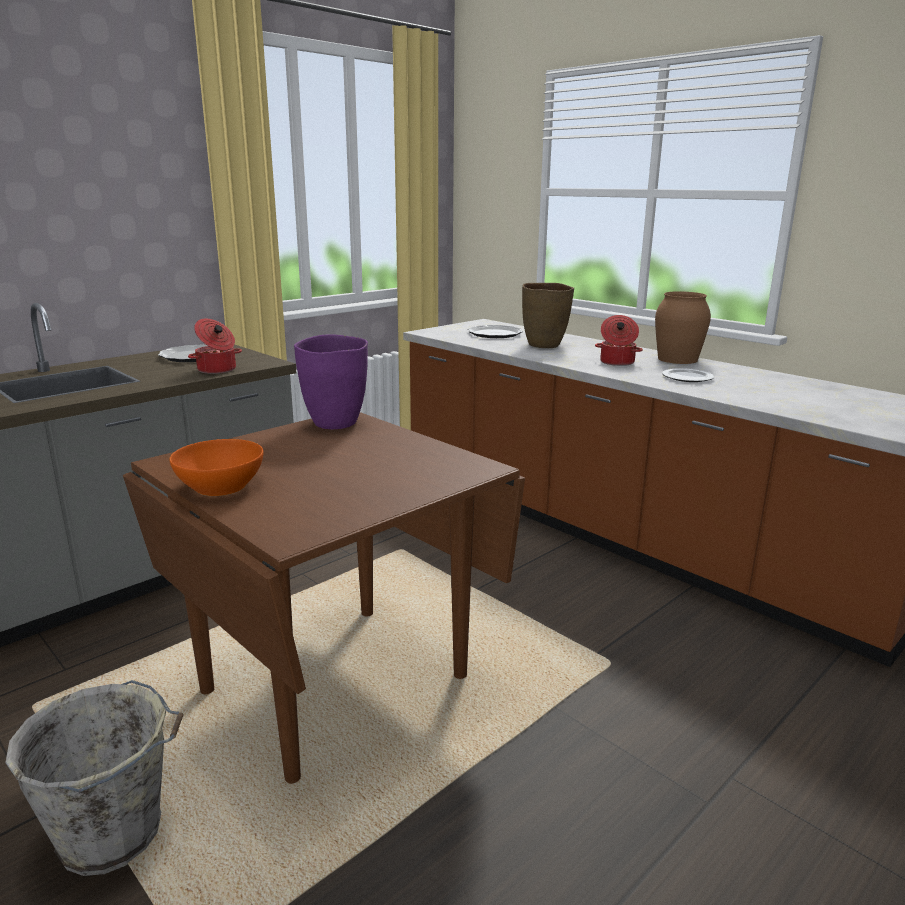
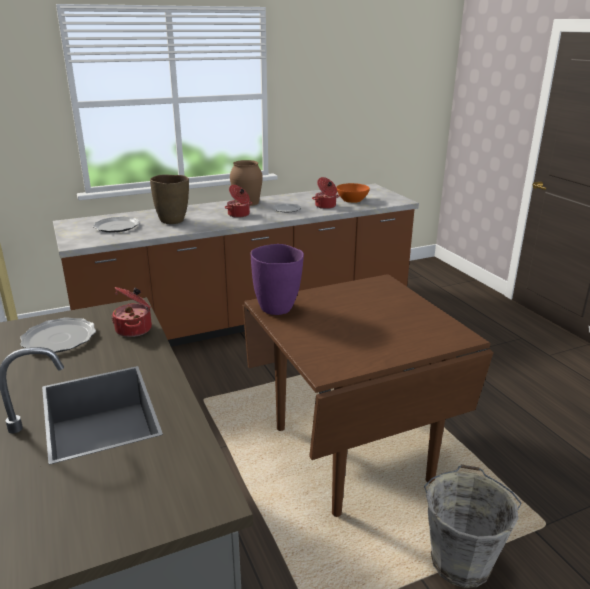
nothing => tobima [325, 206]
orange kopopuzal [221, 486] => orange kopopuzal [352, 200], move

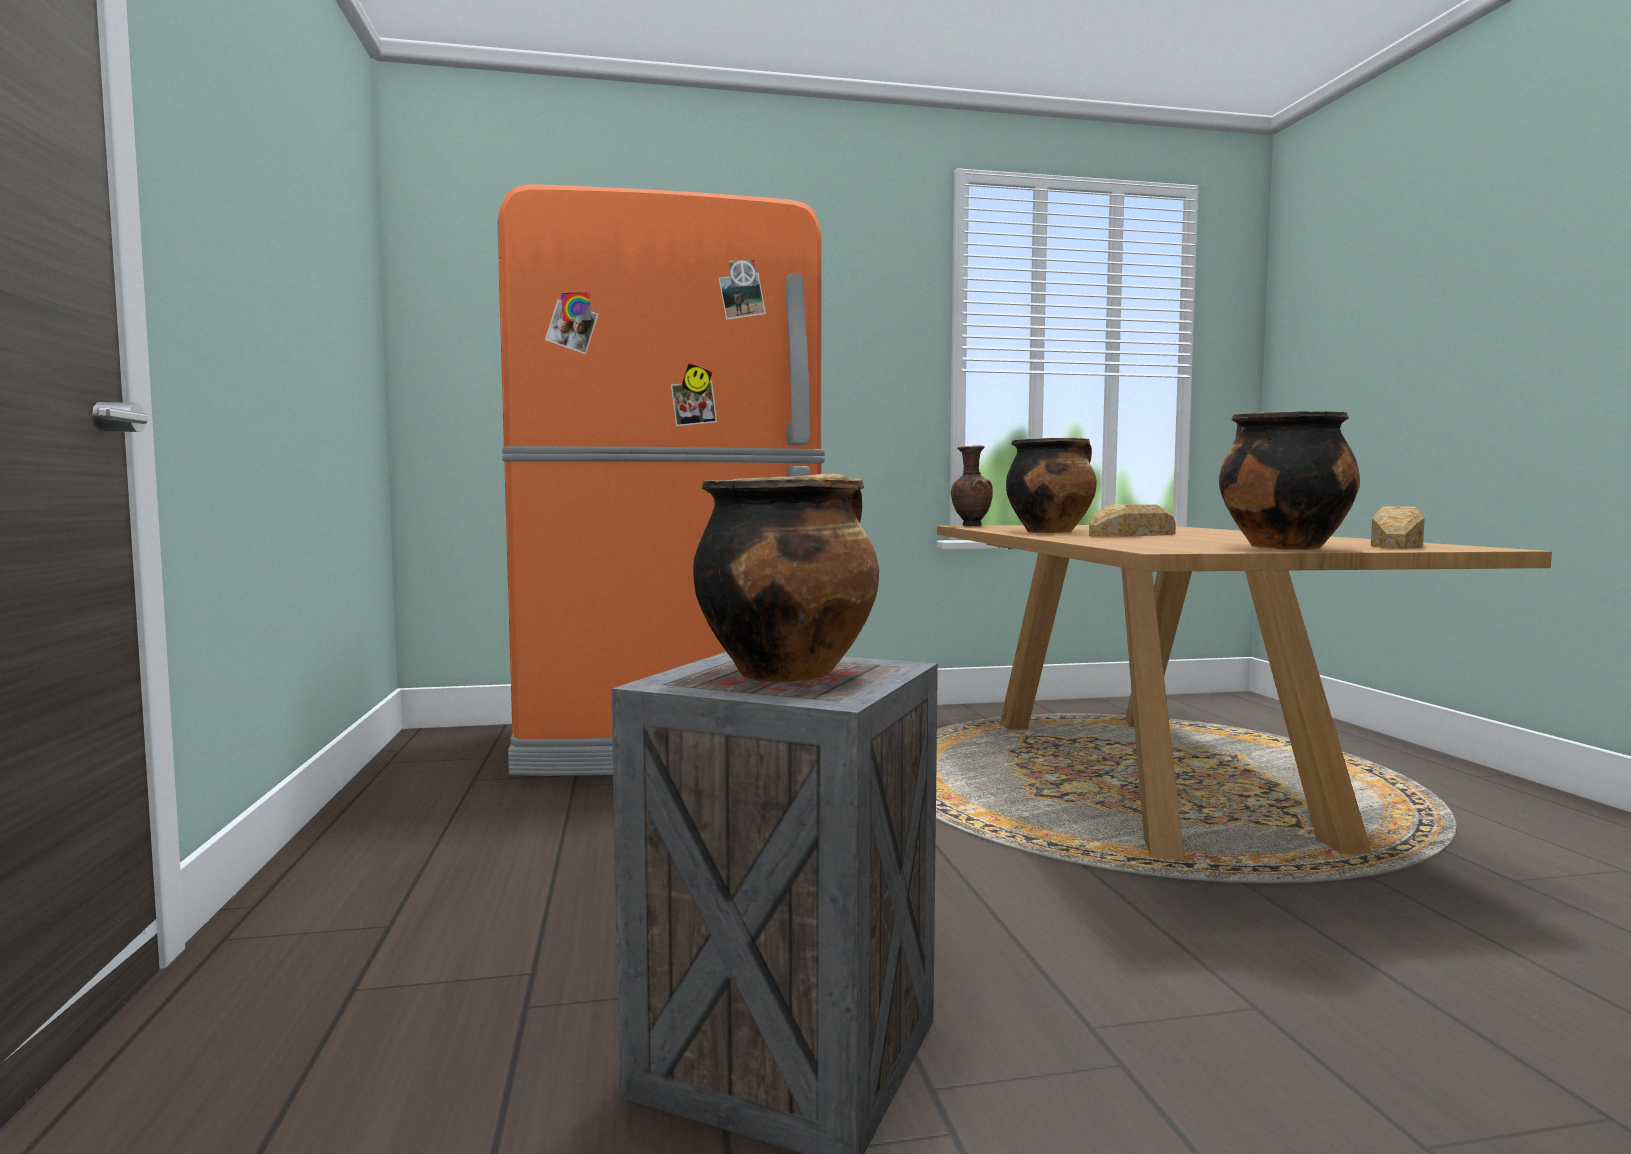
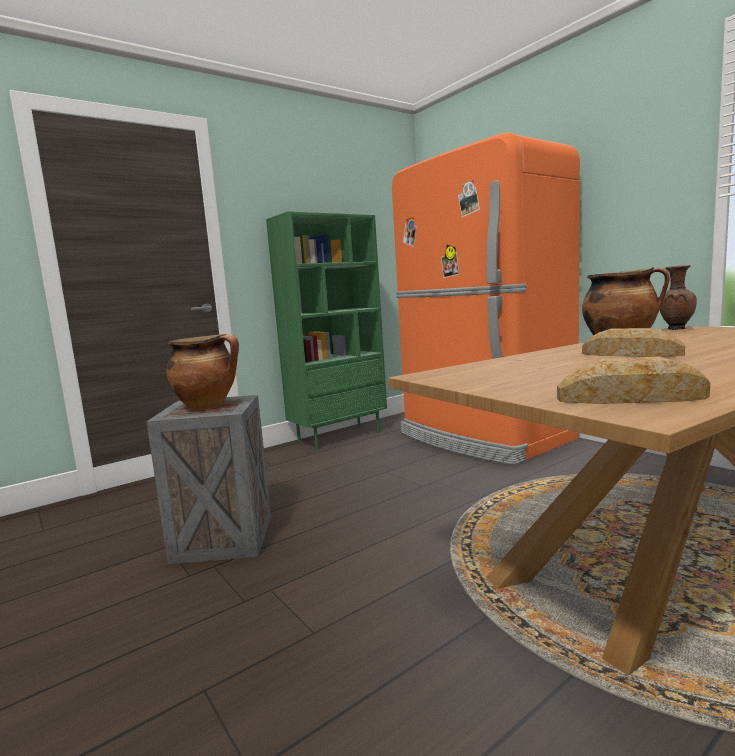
nothing => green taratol [339, 436]
tobima [1280, 548] => nothing

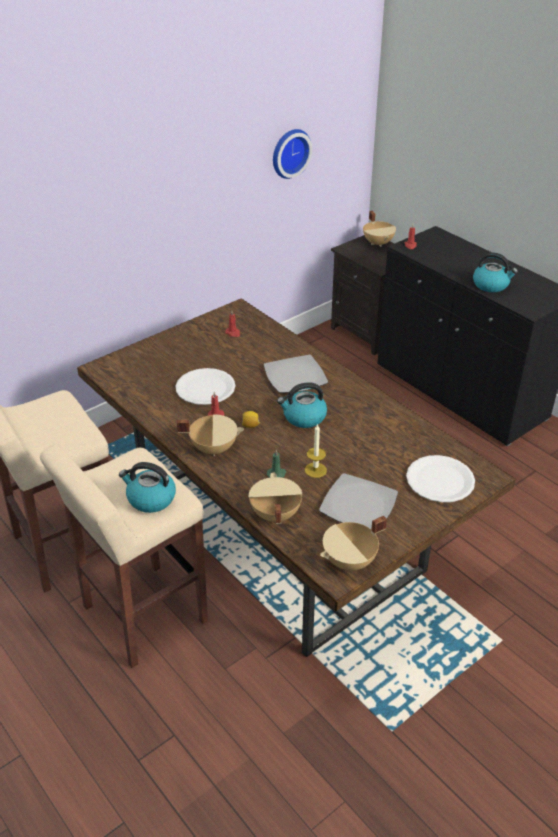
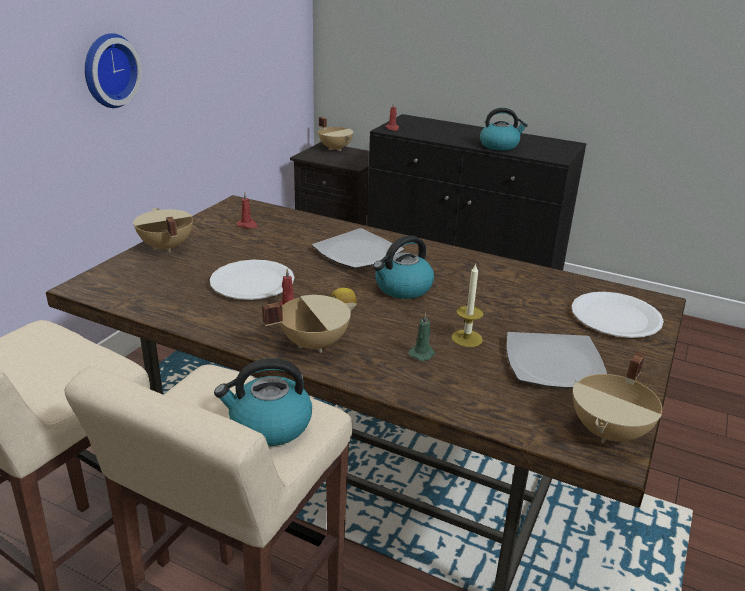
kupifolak [289, 152] => kupifolak [108, 70], move
beige tobima [274, 514] => beige tobima [165, 247], move

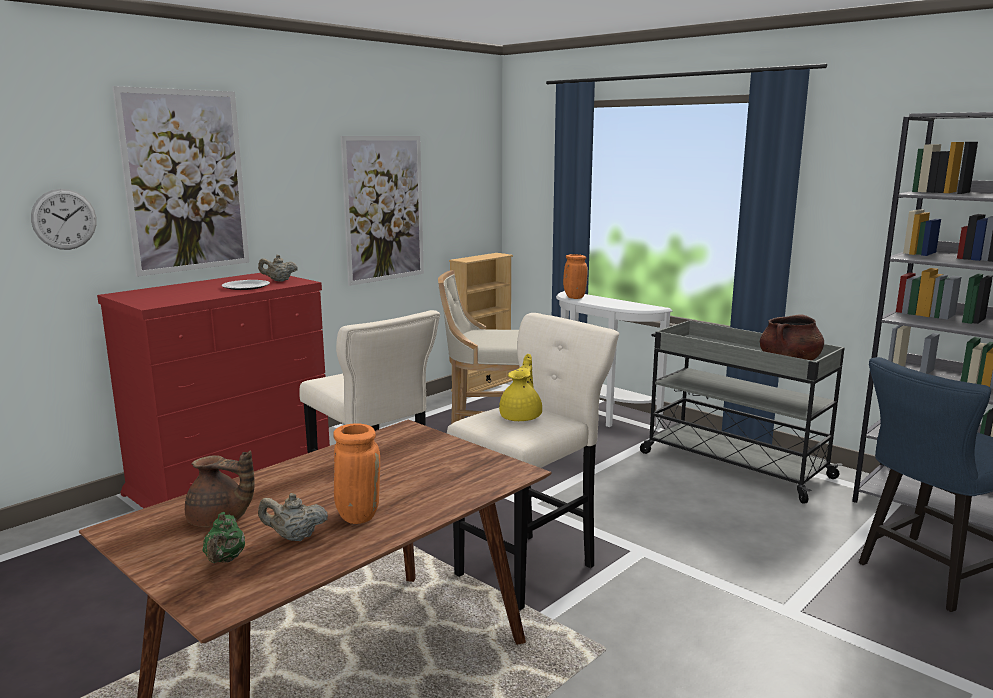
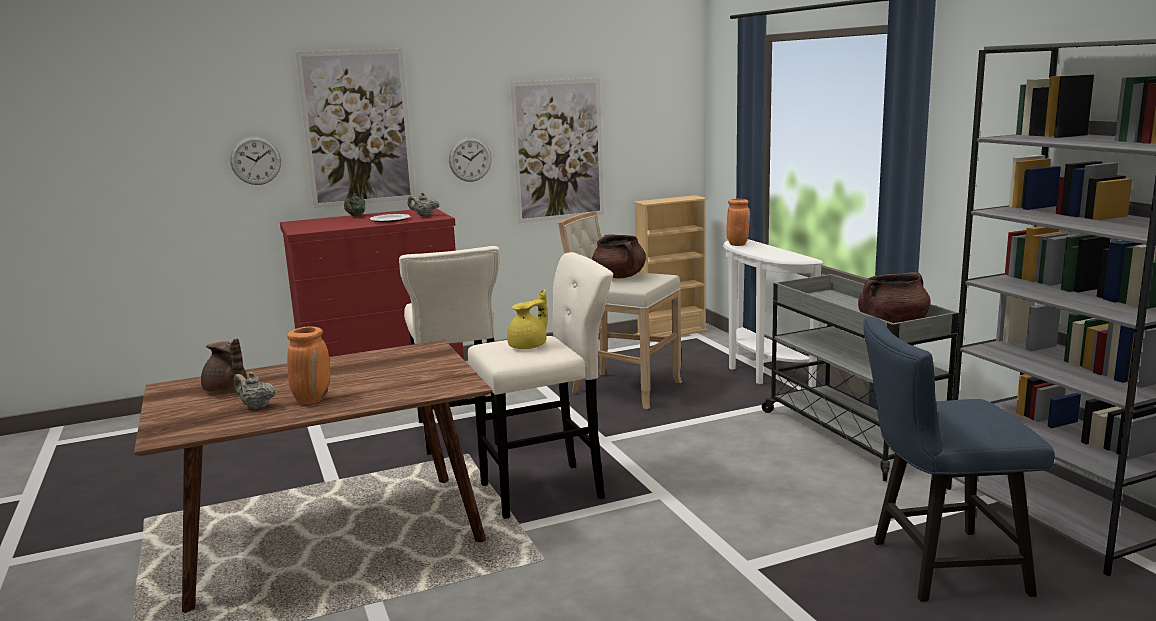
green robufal [225, 560] => green robufal [356, 216], move
nothing => kupifolak [470, 159]
nothing => brown tobima [619, 277]

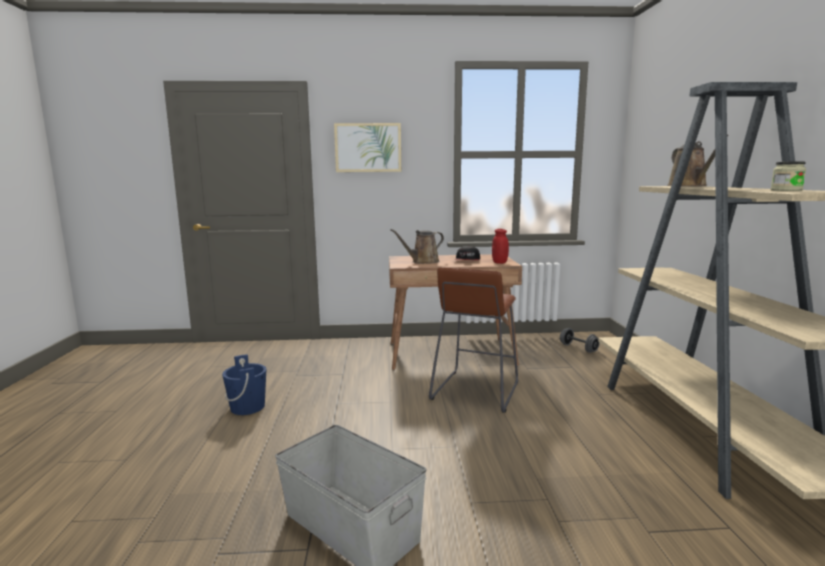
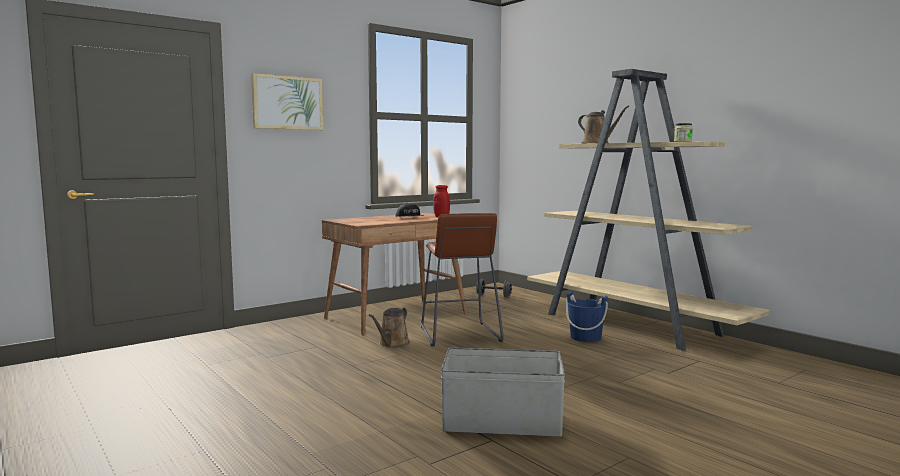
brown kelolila [423, 262] => brown kelolila [392, 344], move
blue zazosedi [247, 407] => blue zazosedi [585, 337], move

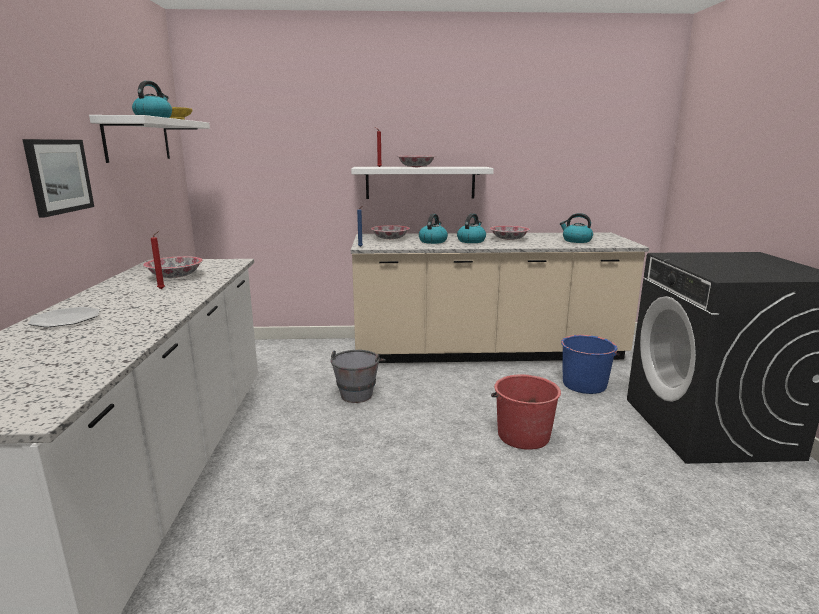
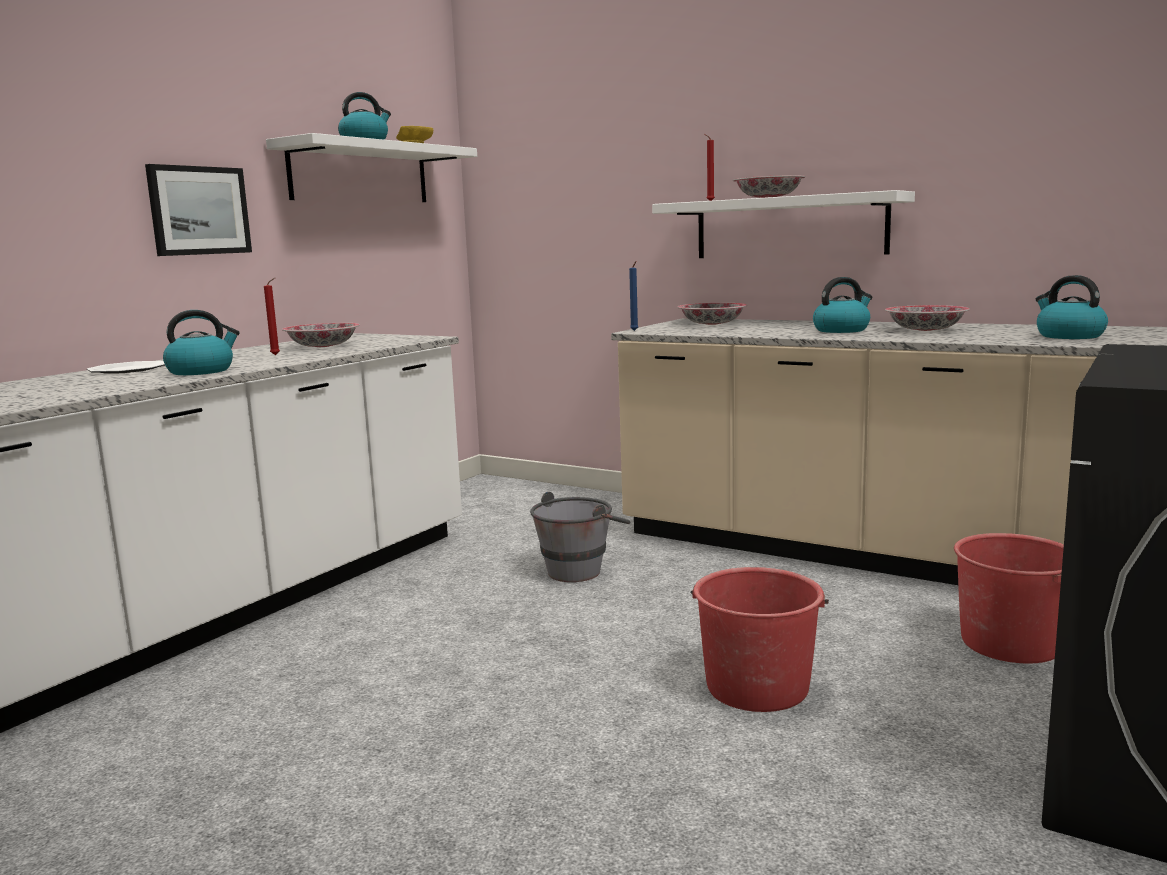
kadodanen [433, 241] => kadodanen [201, 371], move
blue zazosedi [584, 384] => red zazosedi [1012, 643]

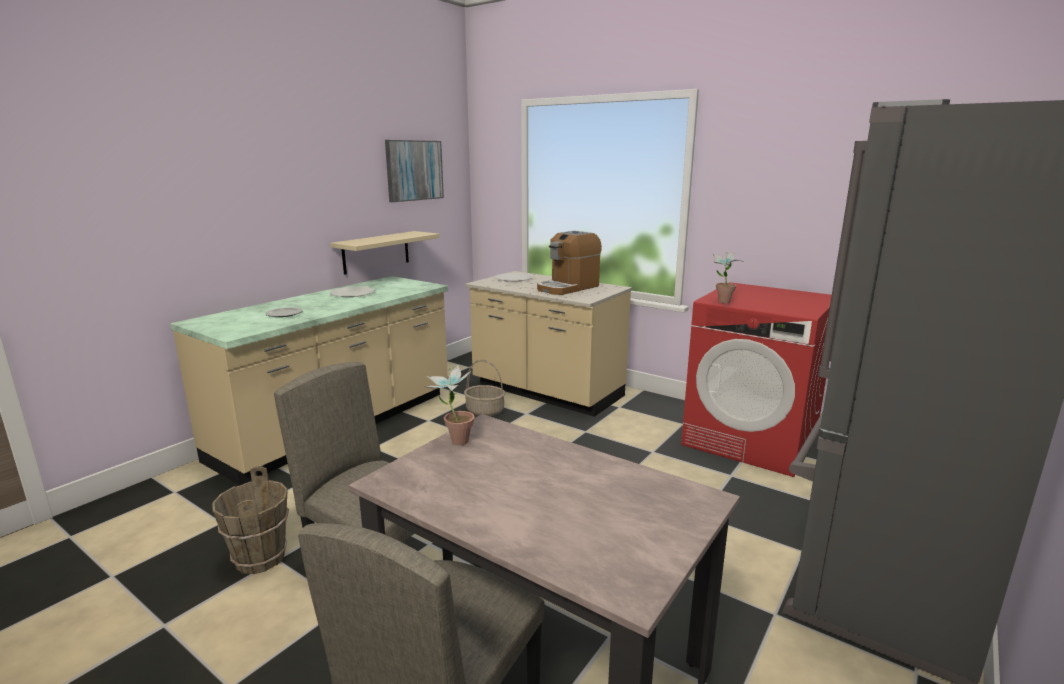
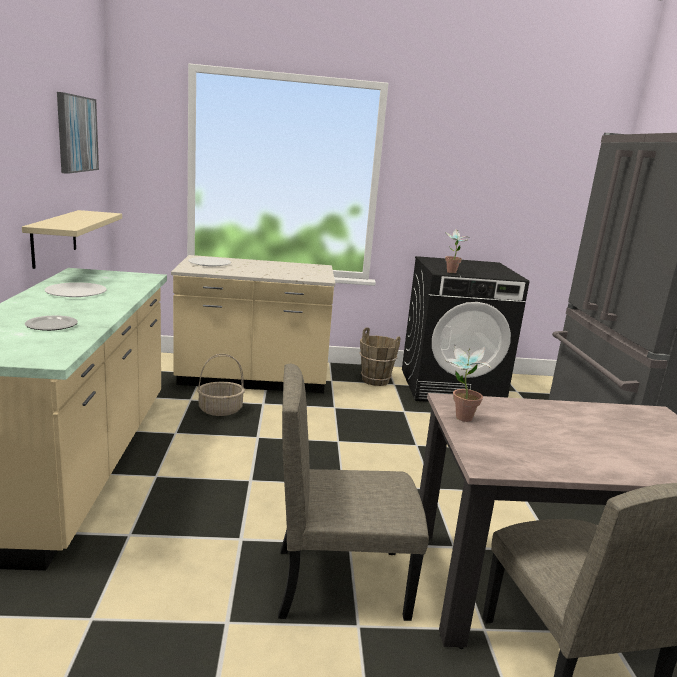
brown zazosedi [259, 559] => brown zazosedi [375, 380], move
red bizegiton [751, 440] => black bizegiton [451, 386]
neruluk [568, 288] => nothing

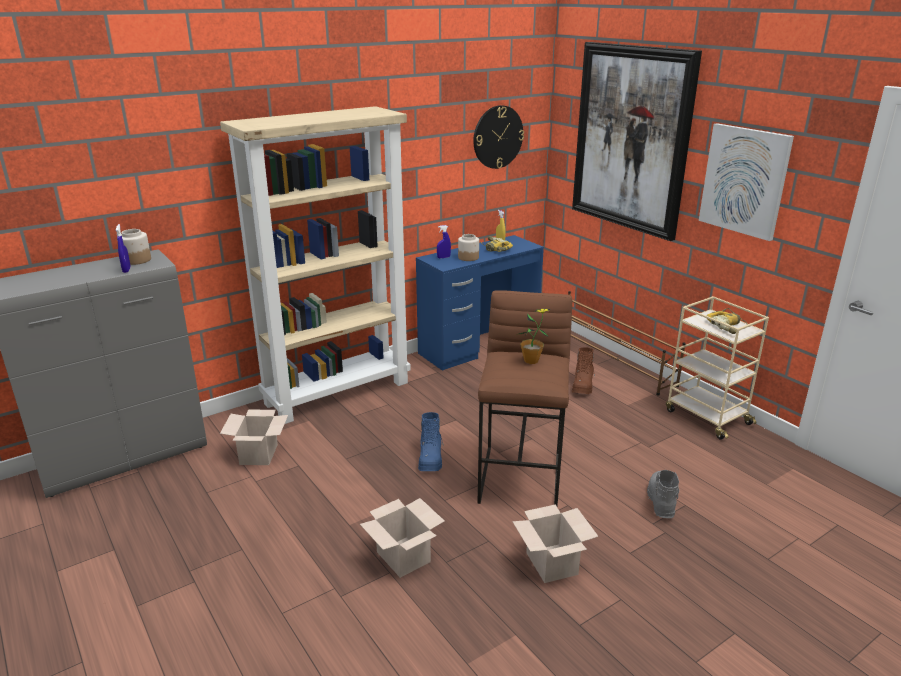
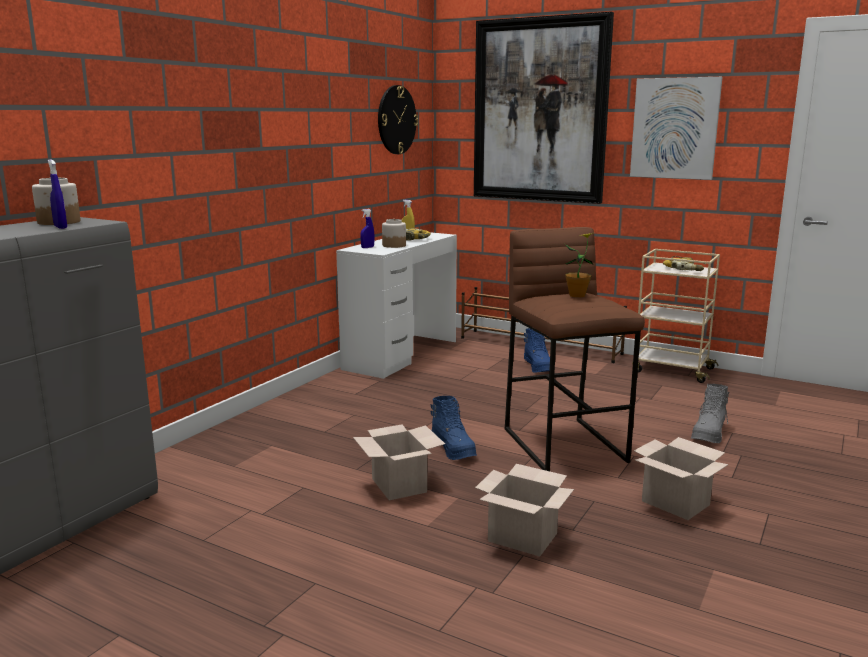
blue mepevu [479, 346] => white mepevu [401, 354]
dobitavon [259, 455] => dobitavon [400, 486], move
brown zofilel [582, 385] => blue zofilel [538, 367]
grey zofilel [660, 501] => grey zofilel [709, 434], 135 degrees counterclockwise
beige taratol [338, 392] => nothing

